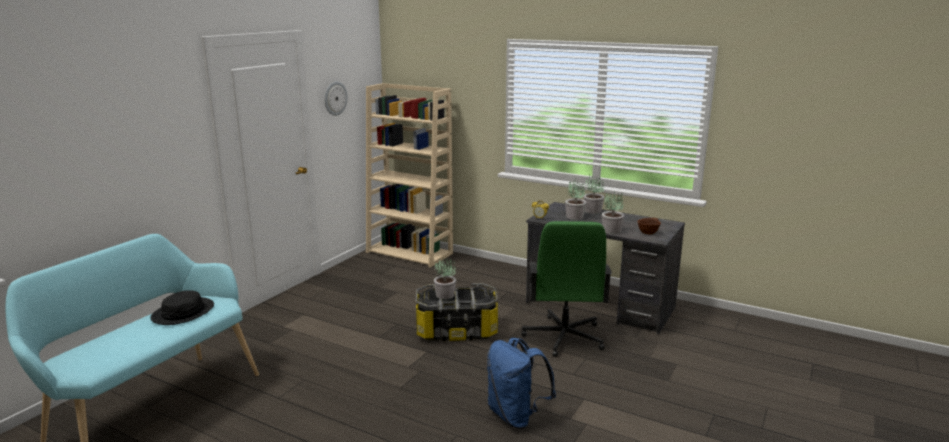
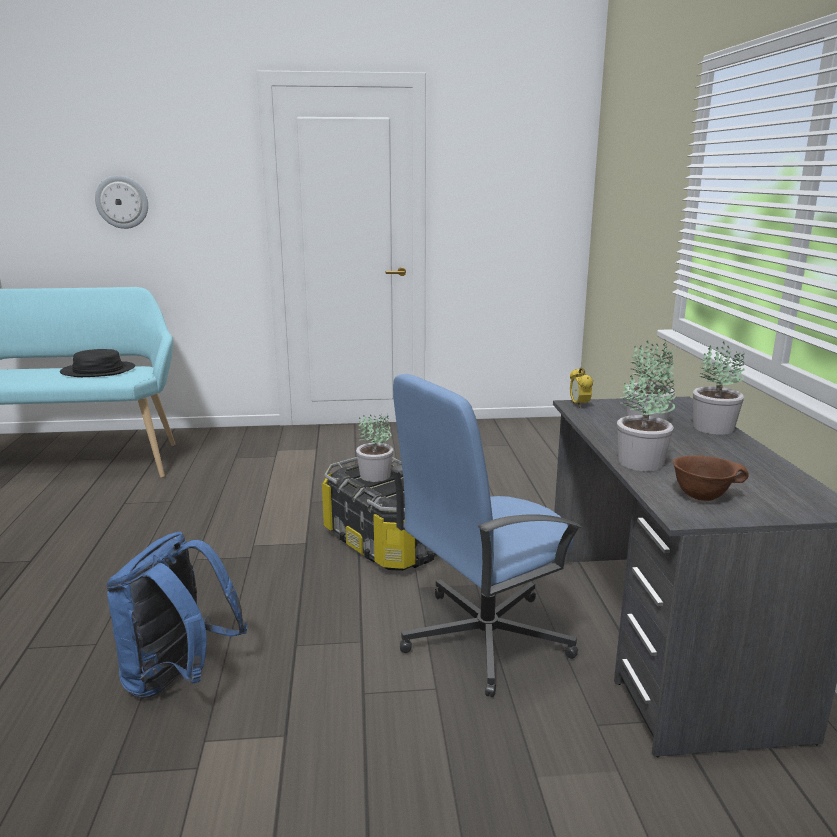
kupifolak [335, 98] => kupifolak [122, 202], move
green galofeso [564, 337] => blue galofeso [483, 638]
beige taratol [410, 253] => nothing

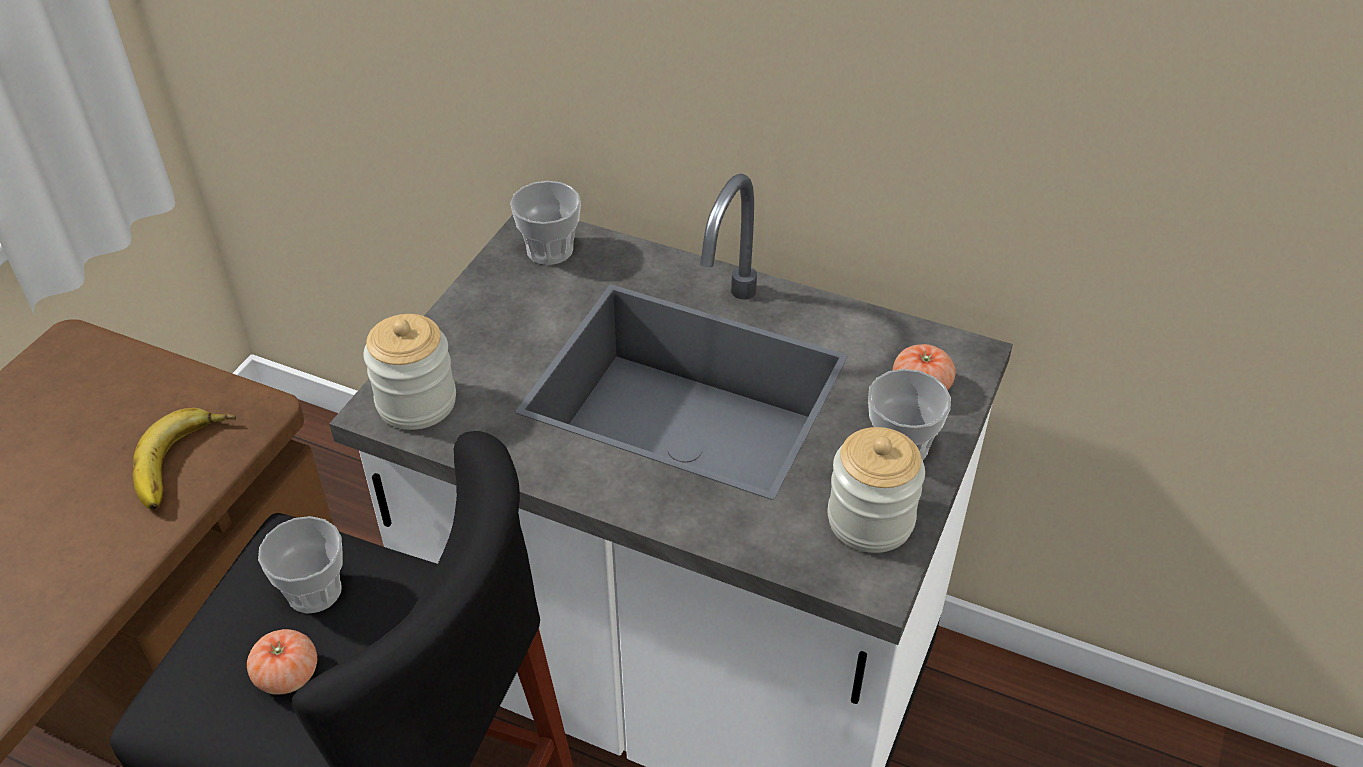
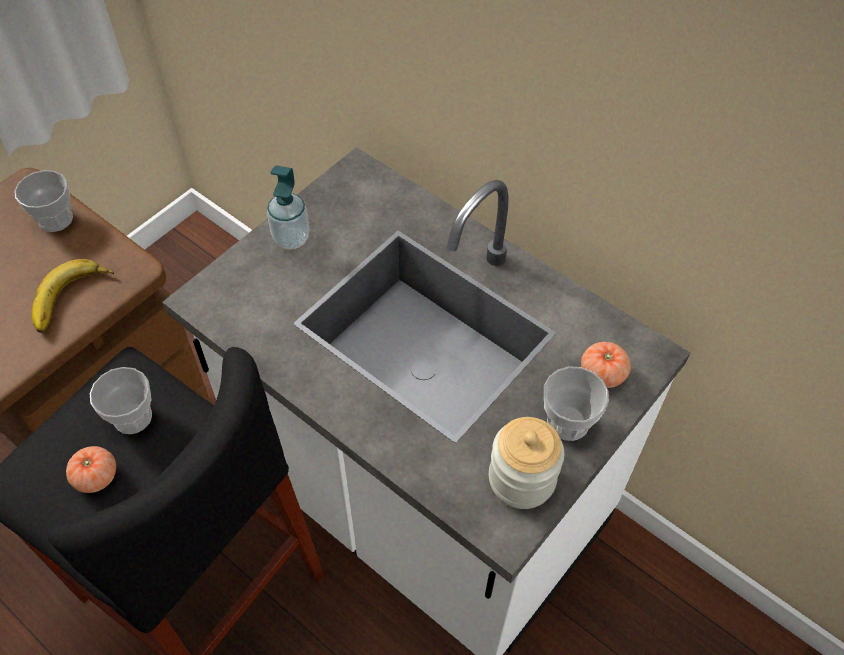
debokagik [549, 250] => debokagik [55, 219], move
nothing => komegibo [291, 238]
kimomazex [416, 402] => nothing

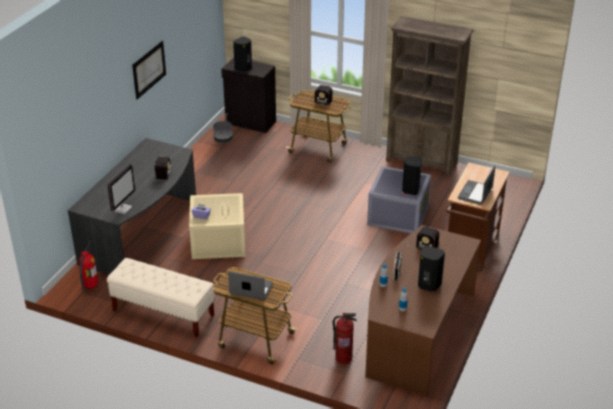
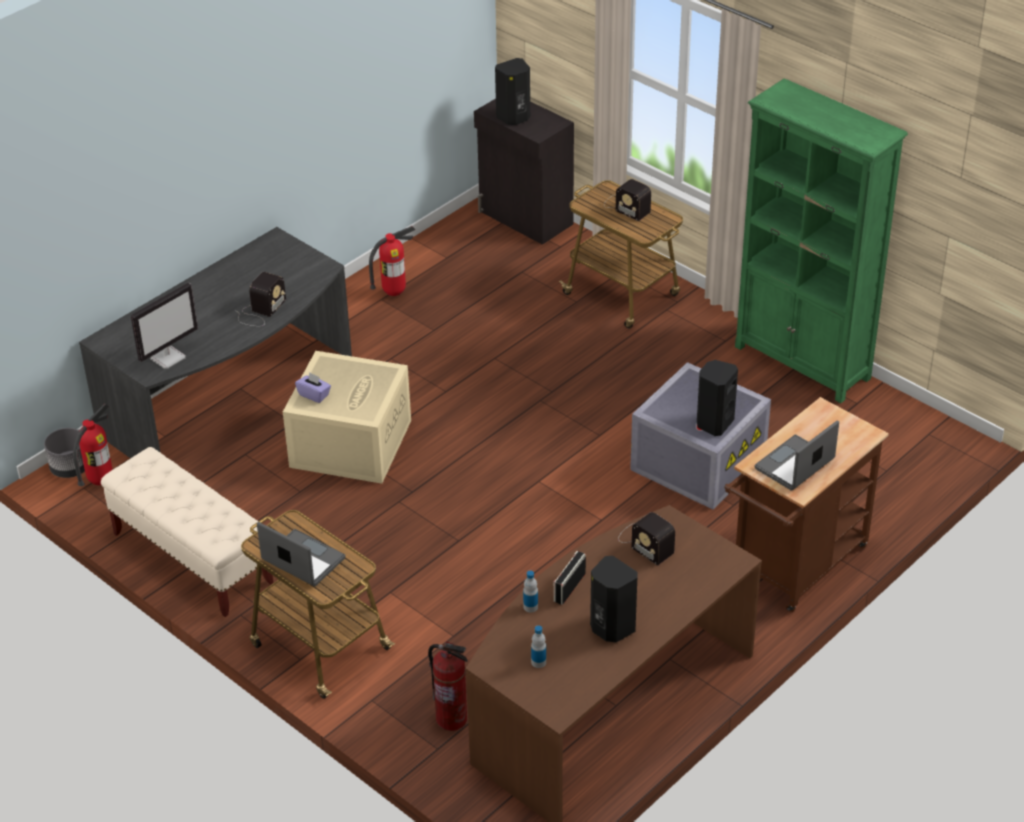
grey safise [223, 140] => grey safise [71, 468], move
nothing => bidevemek [394, 293]
brown taratol [422, 162] => green taratol [803, 363]
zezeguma [149, 69] => nothing

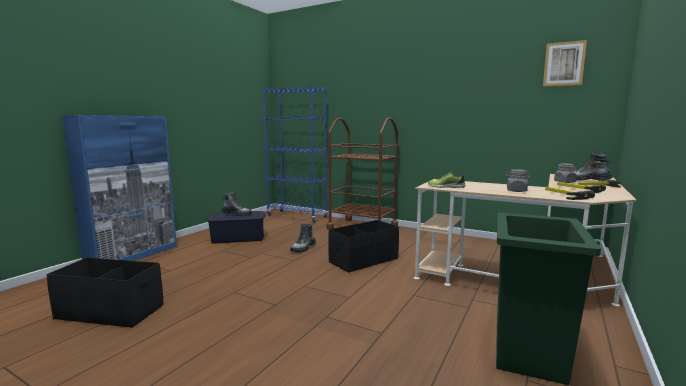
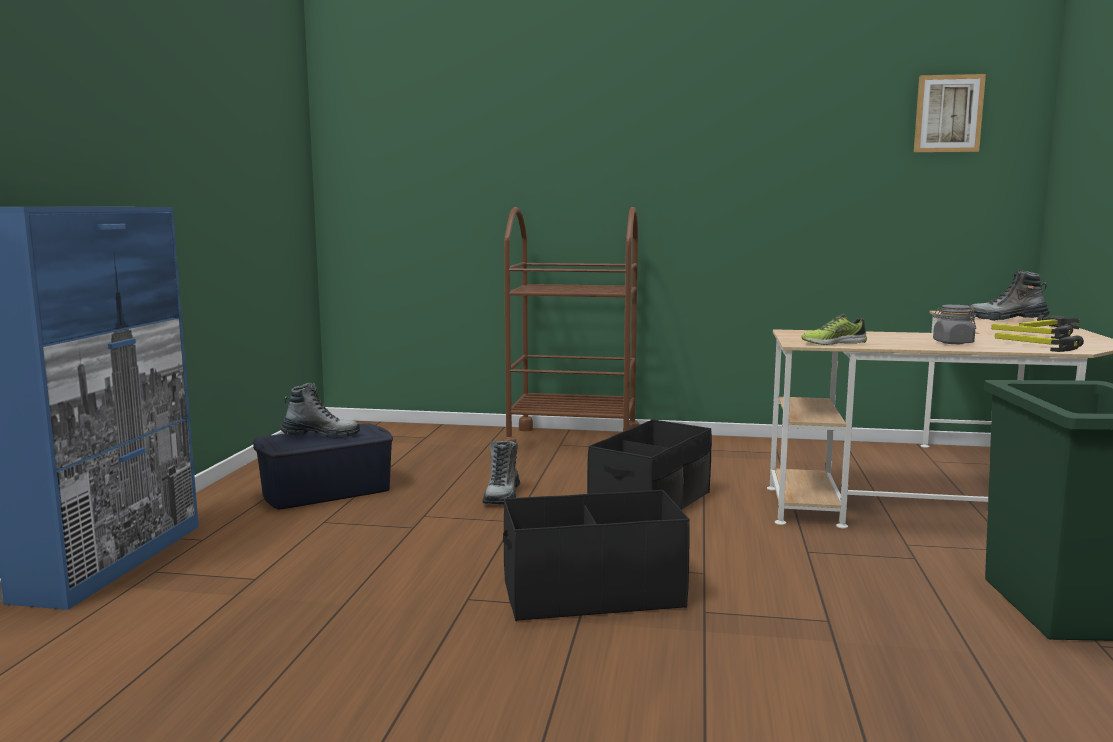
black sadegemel [111, 311] => black sadegemel [592, 594], move
blue taratol [297, 216] => nothing
grey kimomazex [564, 182] => nothing

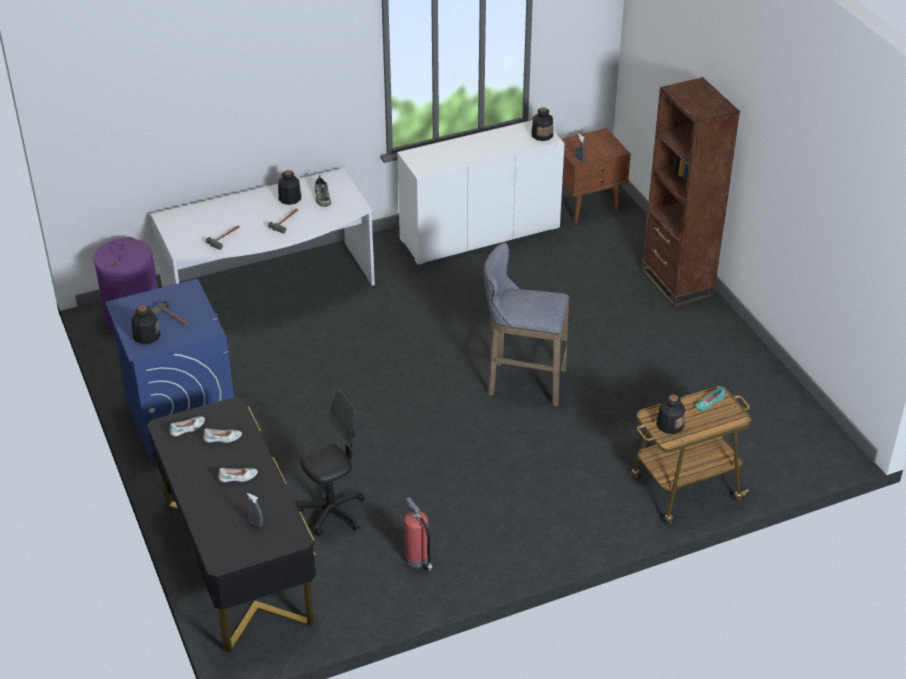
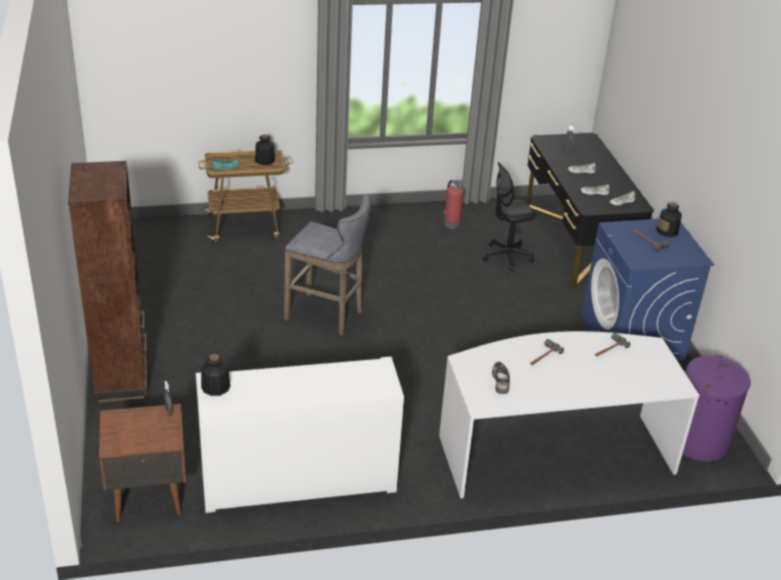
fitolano [289, 198] => nothing

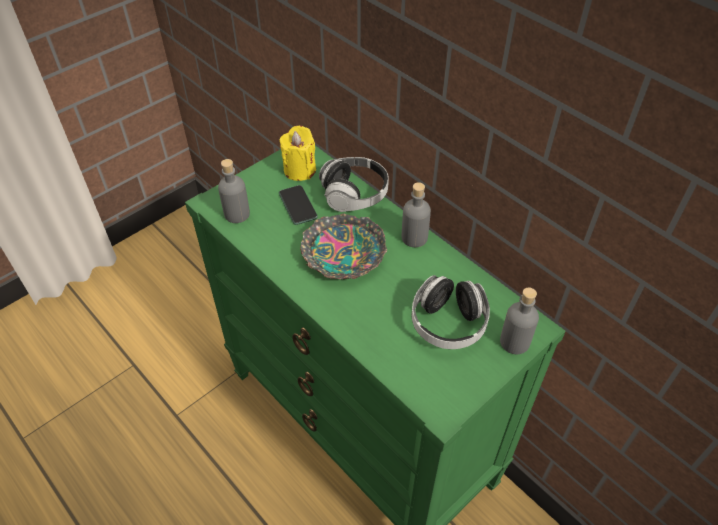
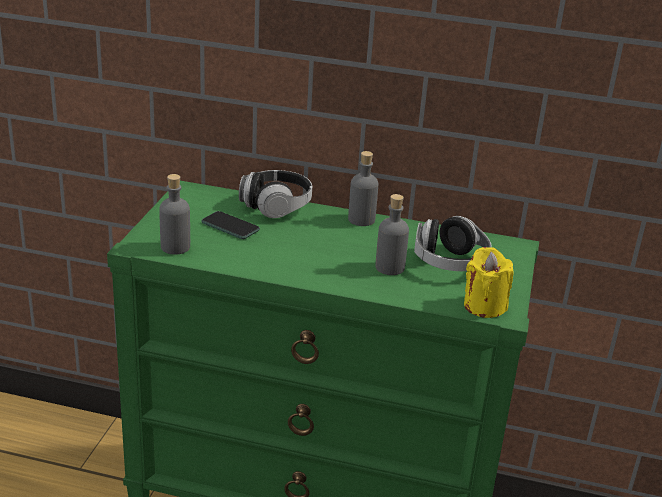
grey fitolano [514, 342] => grey fitolano [389, 267], move
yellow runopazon [299, 170] => yellow runopazon [484, 306], move
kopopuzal [342, 255] => nothing

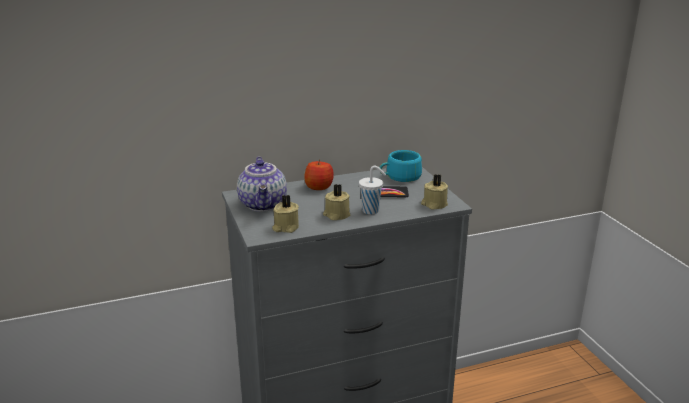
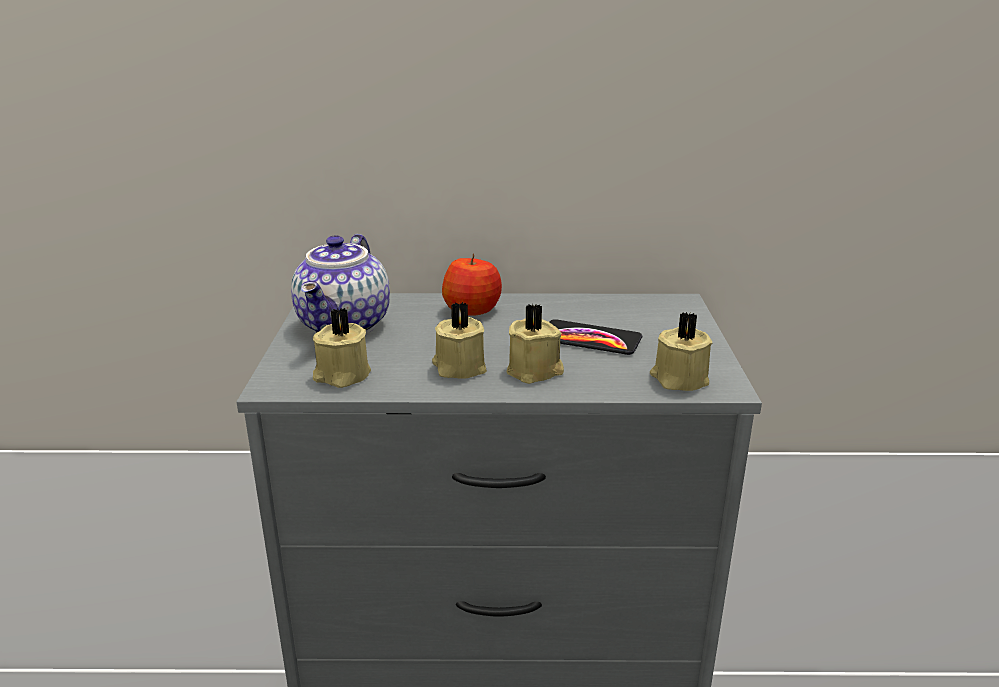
white debokagik [371, 211] => beige runopazon [535, 371]
turquoise debokagik [399, 177] => nothing

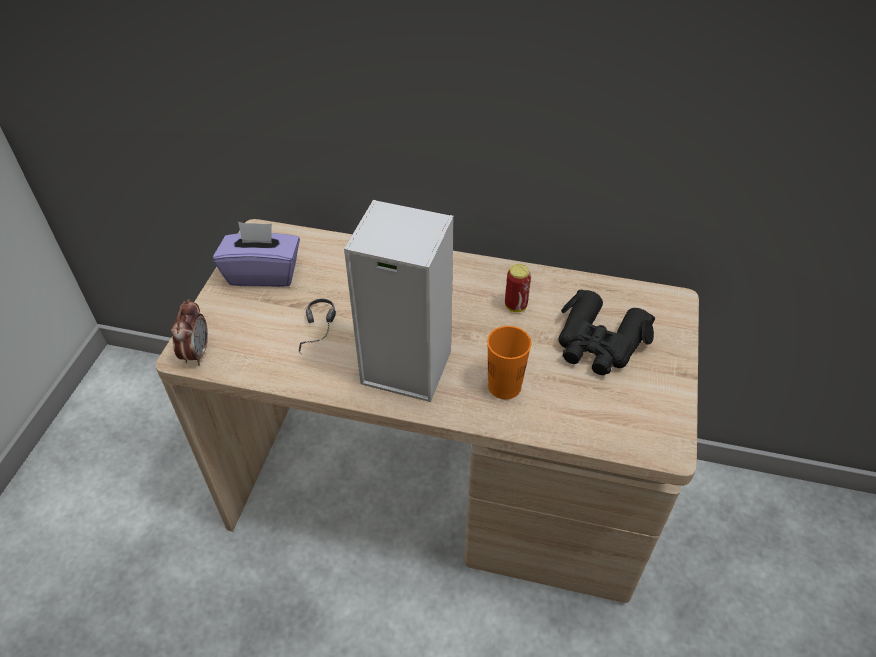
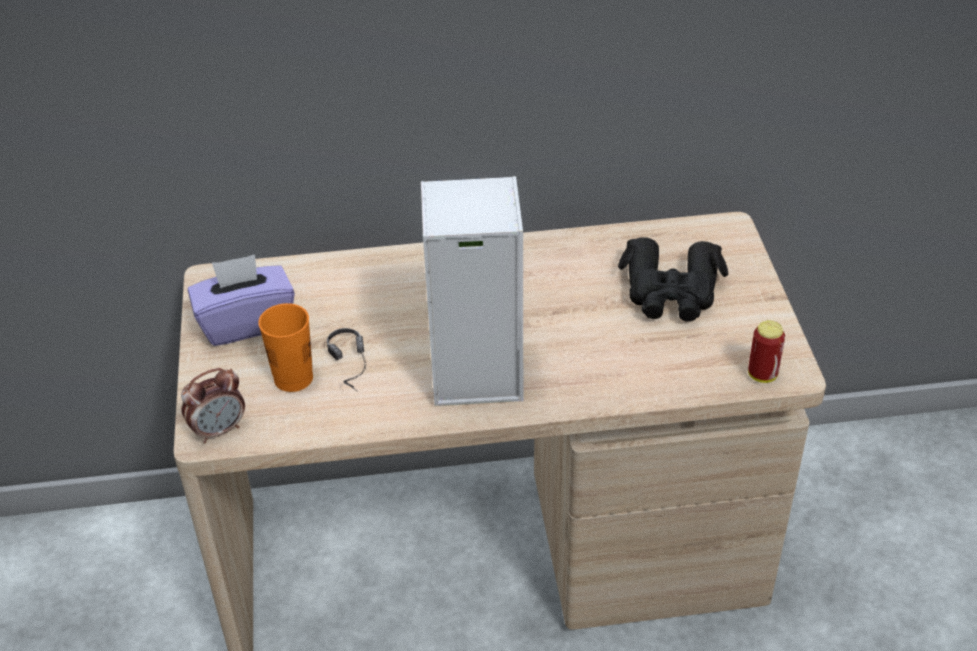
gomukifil [196, 353] => gomukifil [219, 430], 75 degrees clockwise
orange debokagik [504, 386] => orange debokagik [293, 378], move
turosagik [515, 306] => turosagik [762, 375], move

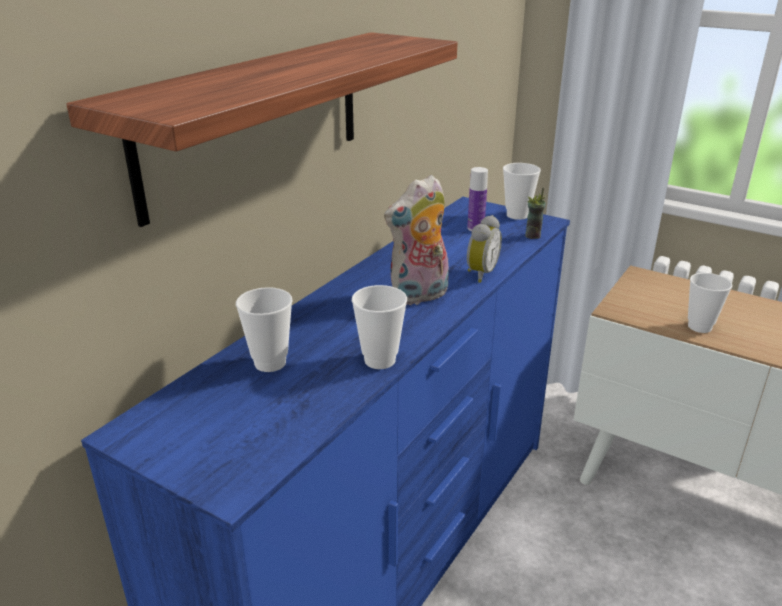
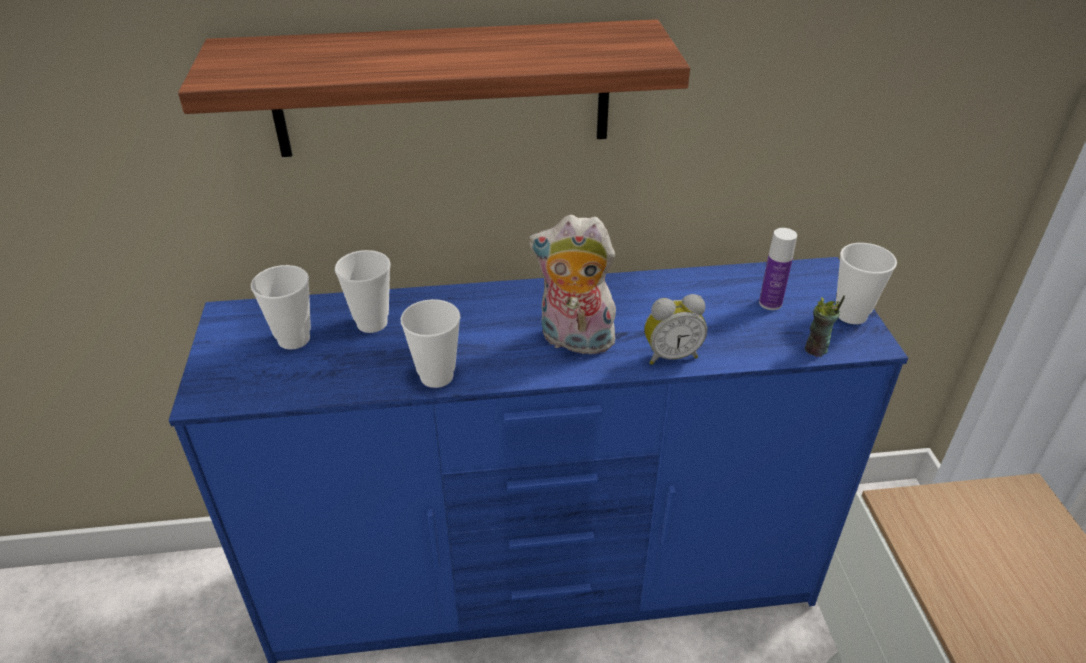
debokagik [699, 327] => debokagik [294, 339], move

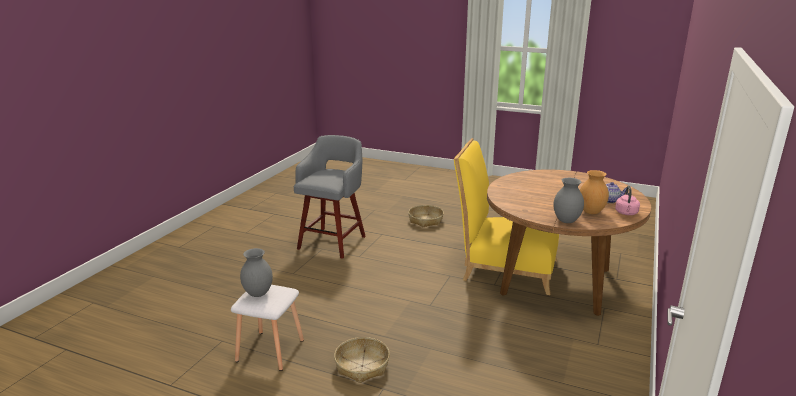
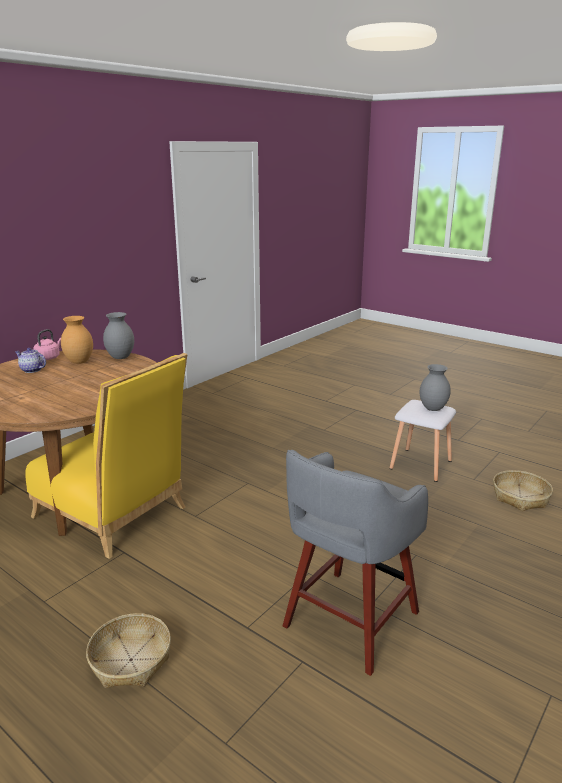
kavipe [362, 366] => kavipe [520, 497], move

